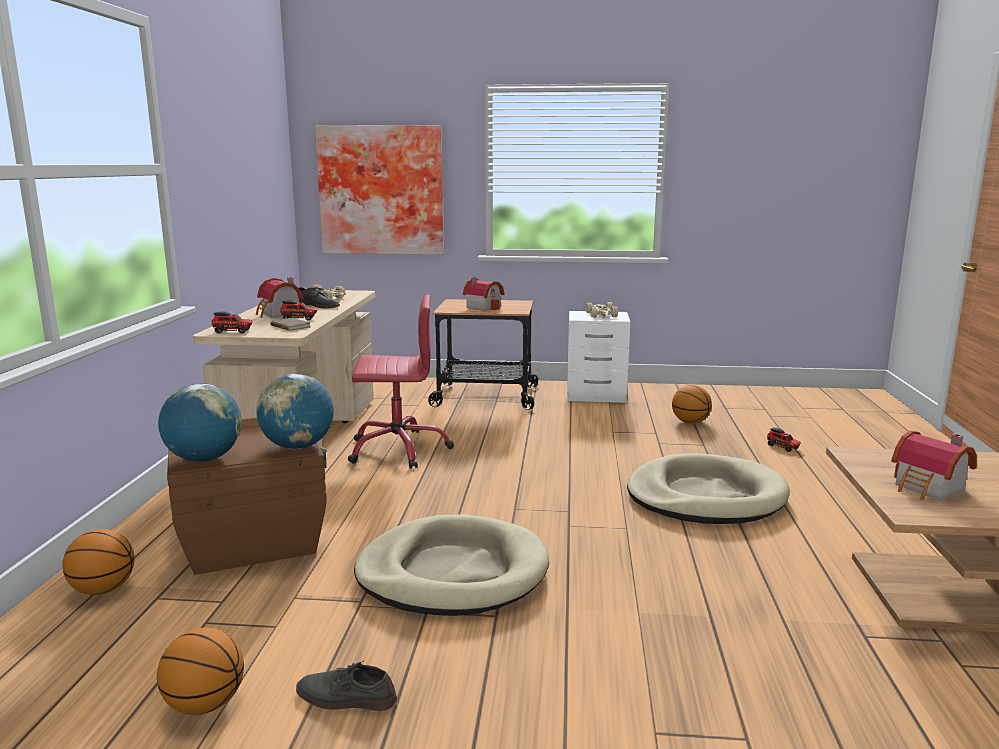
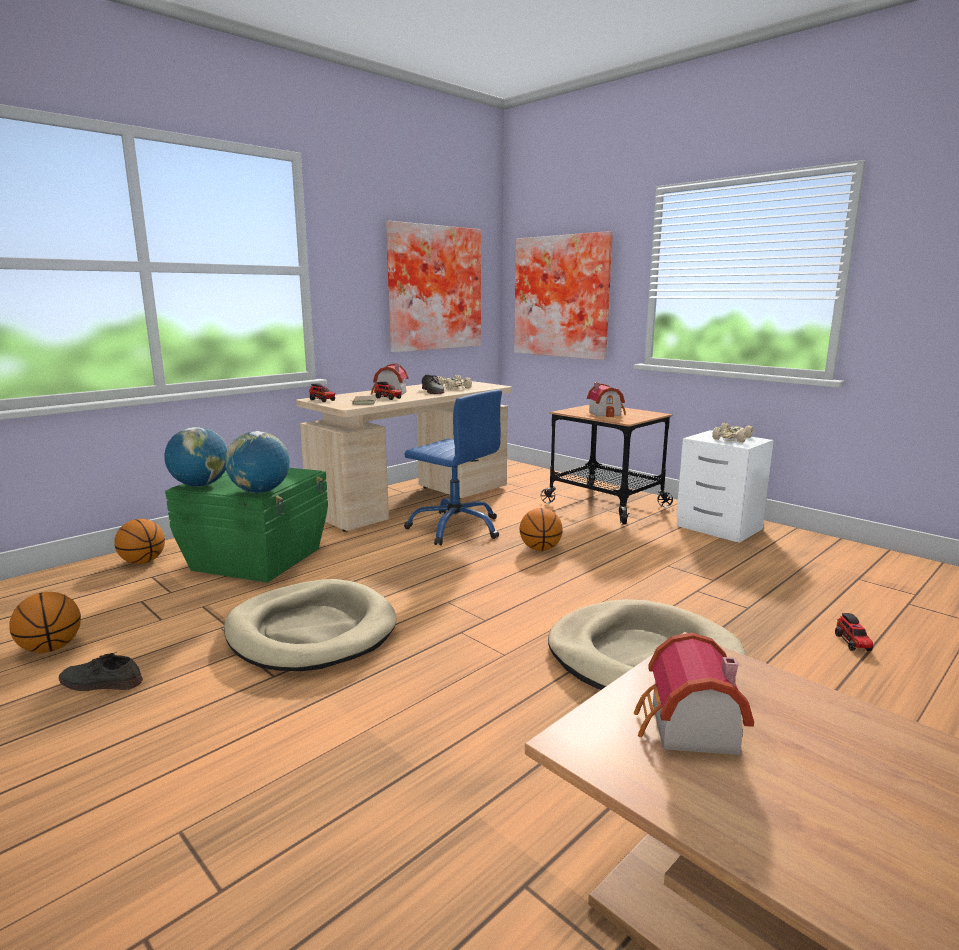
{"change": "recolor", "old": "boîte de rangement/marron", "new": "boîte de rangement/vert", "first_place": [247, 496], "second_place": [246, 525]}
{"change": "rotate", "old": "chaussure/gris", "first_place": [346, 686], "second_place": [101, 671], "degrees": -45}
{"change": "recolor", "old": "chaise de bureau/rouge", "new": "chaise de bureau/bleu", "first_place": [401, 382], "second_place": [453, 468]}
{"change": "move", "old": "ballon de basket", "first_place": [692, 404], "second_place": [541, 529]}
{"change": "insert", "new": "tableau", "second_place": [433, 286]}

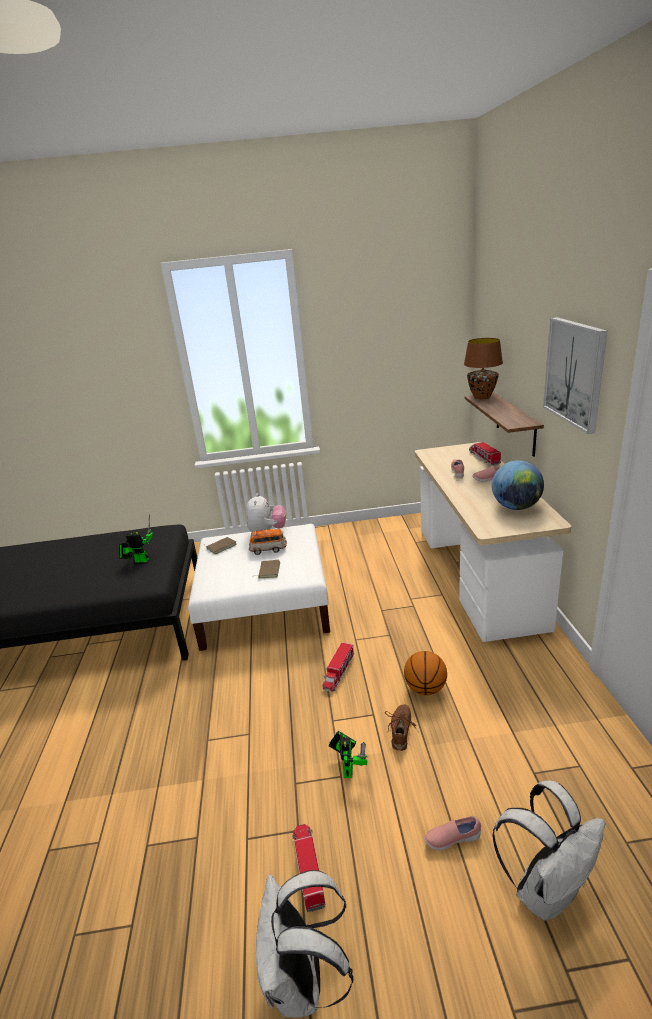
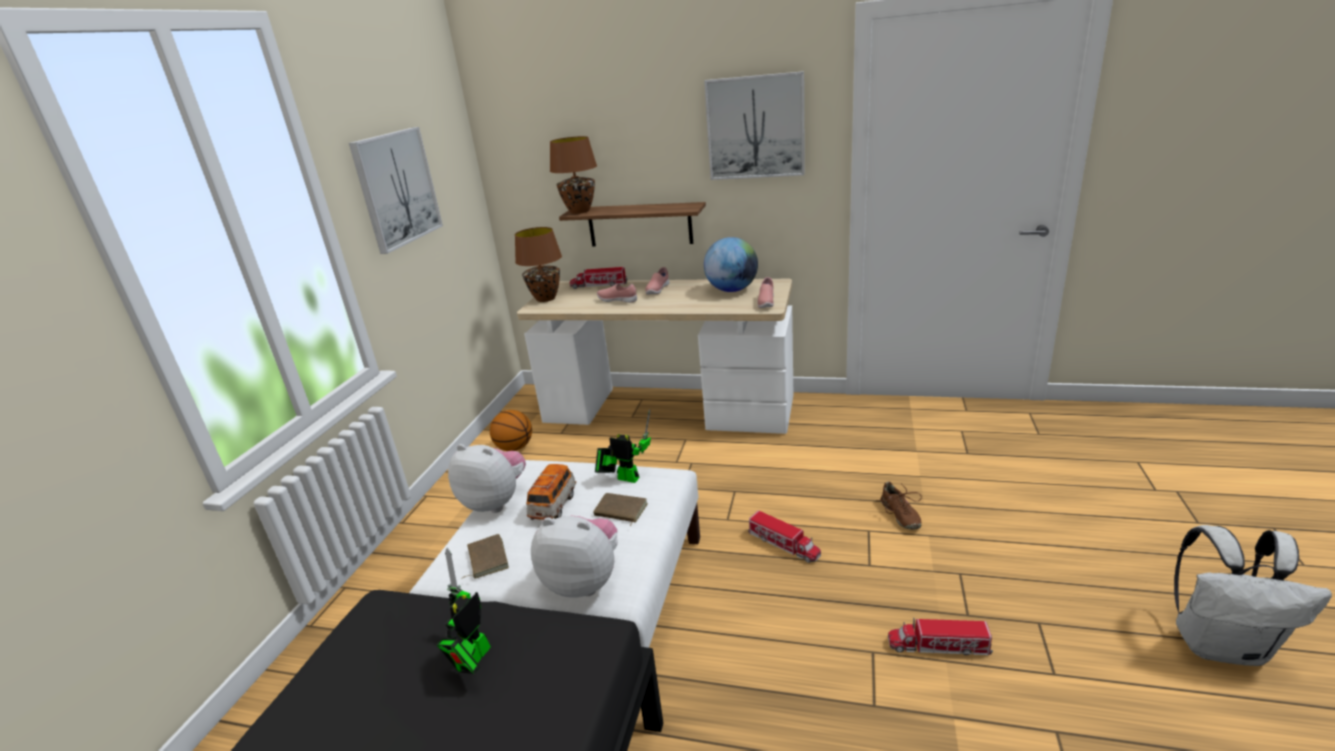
{"change": "move", "old": "camion jouet", "first_place": [308, 868], "second_place": [940, 636]}
{"change": "move", "old": "robot jouet", "first_place": [348, 754], "second_place": [623, 446]}
{"change": "rotate", "old": "chaussure/marron", "first_place": [401, 727], "second_place": [899, 505], "degrees": -135}
{"change": "move", "old": "ballon de basket", "first_place": [425, 673], "second_place": [511, 430]}
{"change": "move", "old": "chaussure/rose", "first_place": [452, 833], "second_place": [766, 292]}
{"change": "delete", "old": "sac à dos/blanc", "first_place": [549, 850]}
{"change": "insert", "new": "tableau", "second_place": [396, 190]}
{"change": "insert", "new": "lampe de table/marron", "second_place": [538, 264]}
{"change": "insert", "new": "peluche", "second_place": [574, 557]}

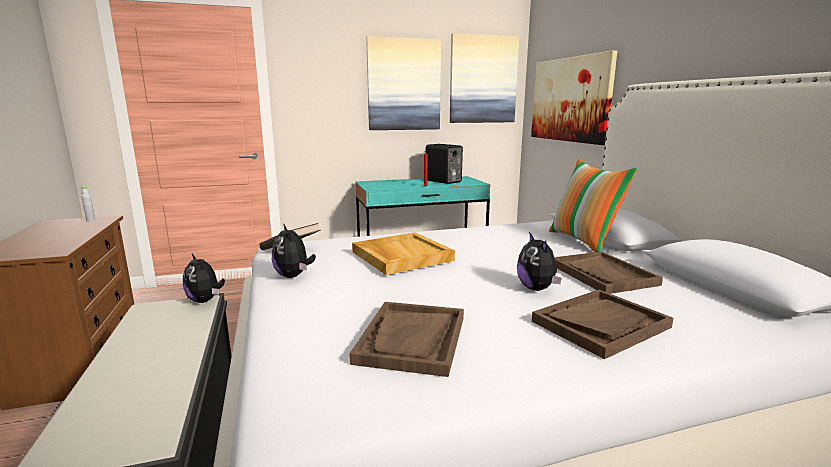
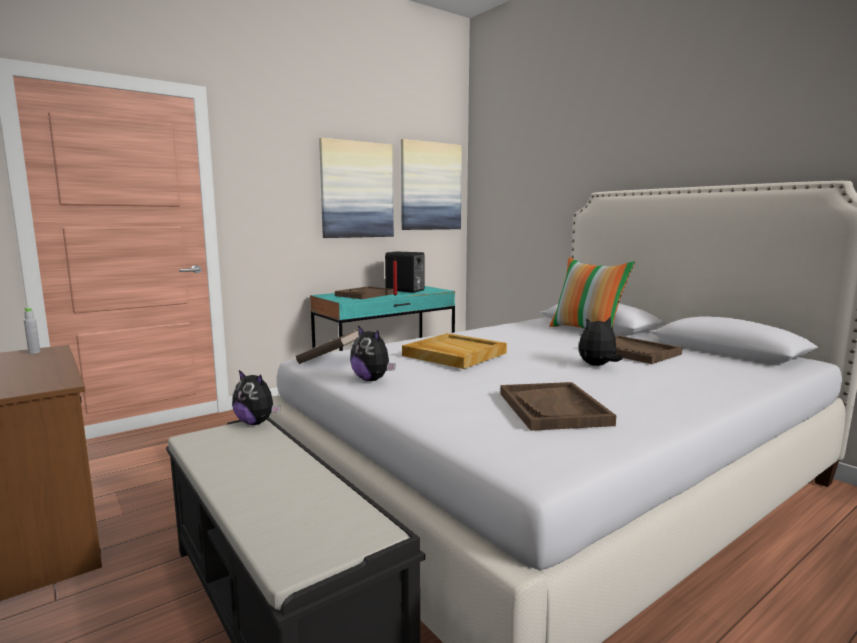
{"change": "rotate", "old": "peluche", "first_place": [539, 261], "second_place": [601, 341], "degrees": 105}
{"change": "delete", "old": "tableau", "first_place": [574, 97]}
{"change": "move", "old": "plateau/marron", "first_place": [602, 324], "second_place": [364, 292]}

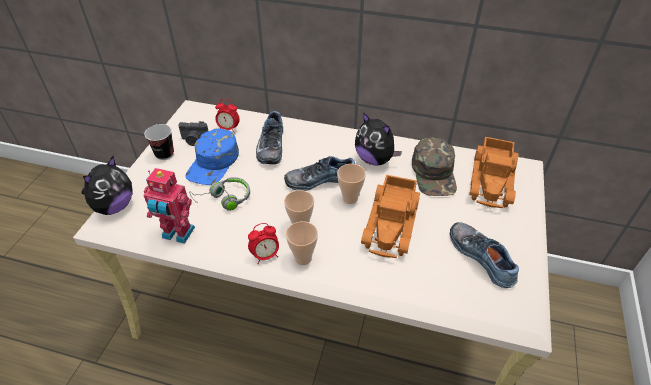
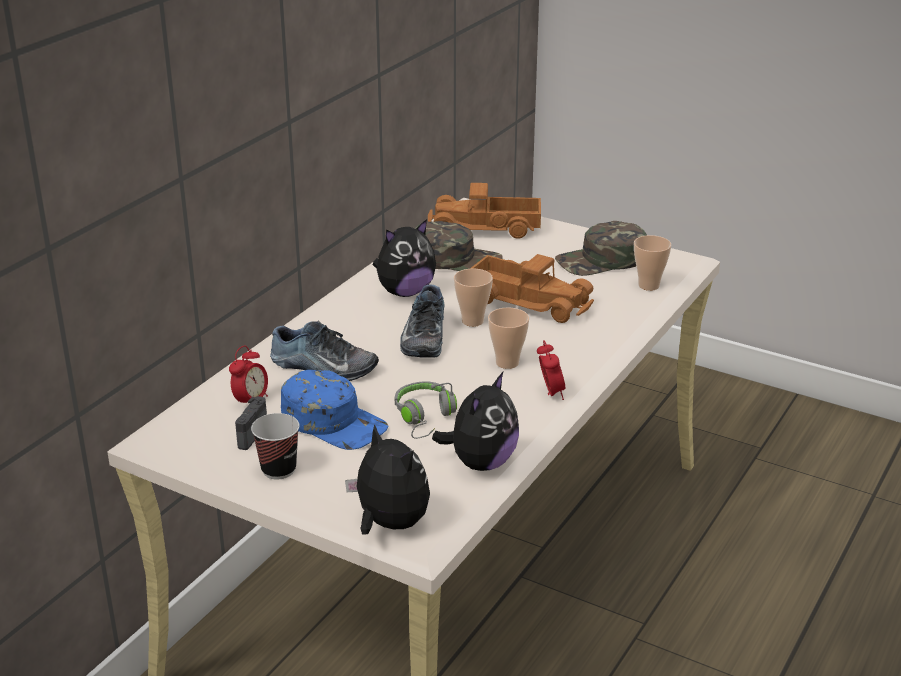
{"change": "replace", "old": "robot jouet", "new": "peluche", "first_place": [169, 206], "second_place": [475, 421]}
{"change": "move", "old": "tasse", "first_place": [302, 243], "second_place": [652, 263]}
{"change": "replace", "old": "chaussure", "new": "casquette/vert", "first_place": [484, 255], "second_place": [601, 248]}
{"change": "rotate", "old": "camion jouet", "first_place": [494, 172], "second_place": [484, 211], "degrees": 150}

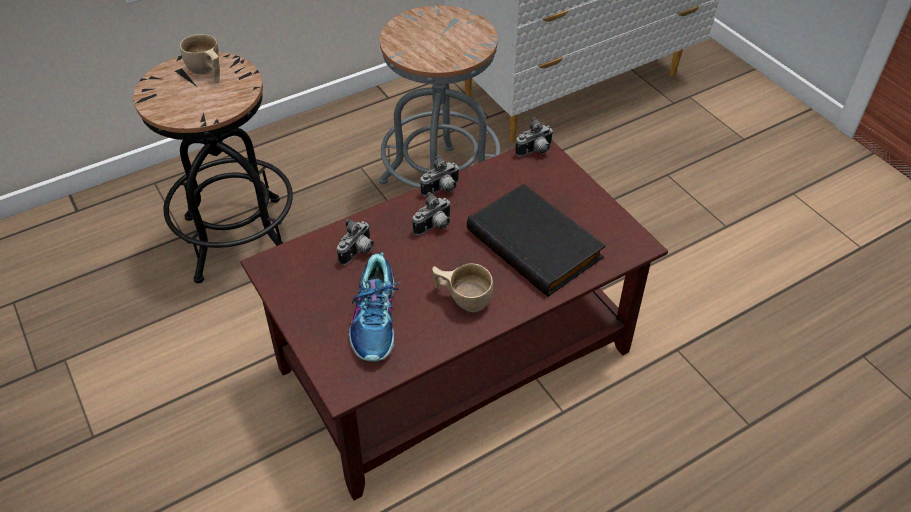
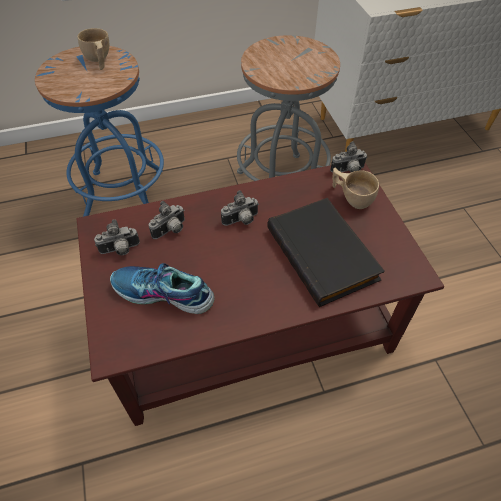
{"change": "recolor", "old": "tabouret/noir", "new": "tabouret/bleu", "first_place": [213, 167], "second_place": [99, 131]}
{"change": "rotate", "old": "chaussure", "first_place": [374, 306], "second_place": [162, 288], "degrees": 90}
{"change": "move", "old": "appareil photo", "first_place": [440, 175], "second_place": [117, 237]}
{"change": "move", "old": "tasse/beige", "first_place": [462, 287], "second_place": [355, 188]}

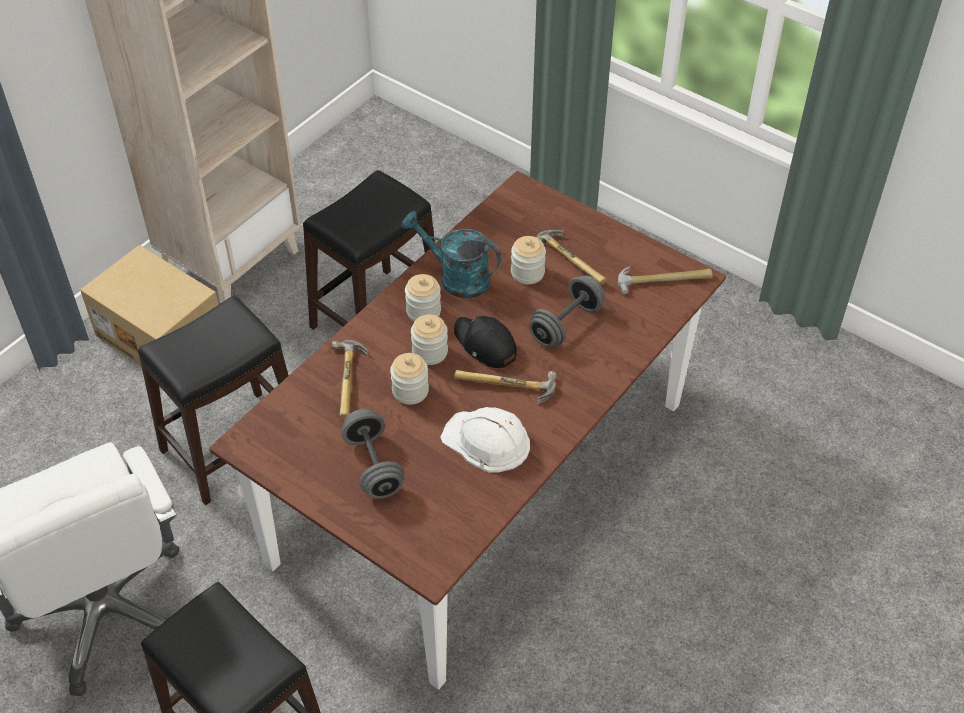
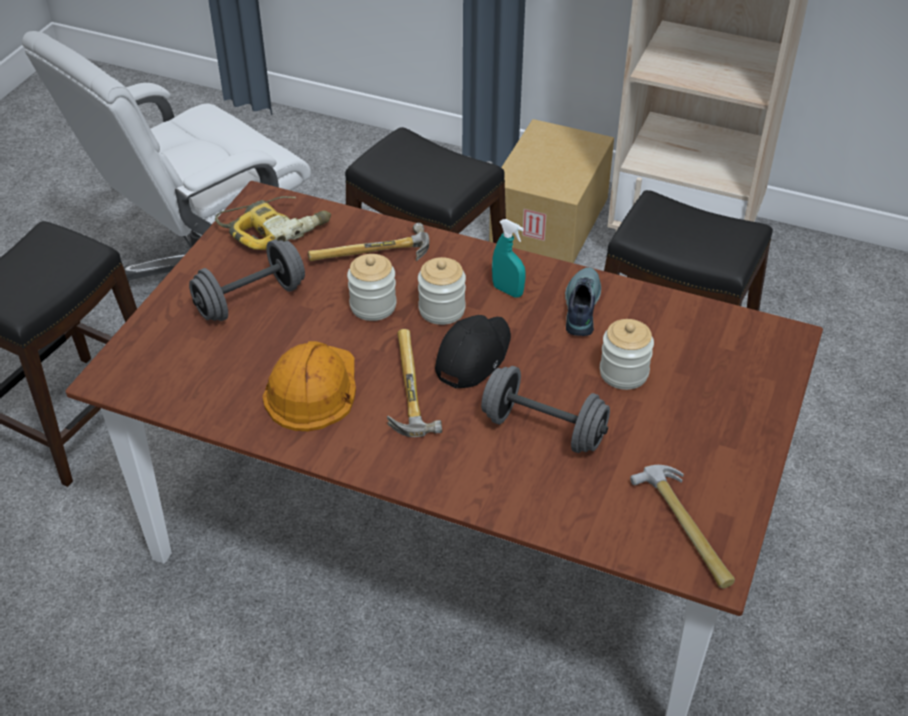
{"change": "replace", "old": "arrosoir/turquoise", "new": "chaussure", "first_place": [451, 254], "second_place": [583, 301]}
{"change": "replace", "old": "bocal", "new": "vaporisateur/turquoise", "first_place": [423, 297], "second_place": [508, 258]}
{"change": "recolor", "old": "casque de chantier/blanc", "new": "casque de chantier/orange", "first_place": [485, 440], "second_place": [309, 386]}
{"change": "delete", "old": "marteau", "first_place": [571, 257]}
{"change": "insert", "new": "perceuse", "second_place": [273, 223]}

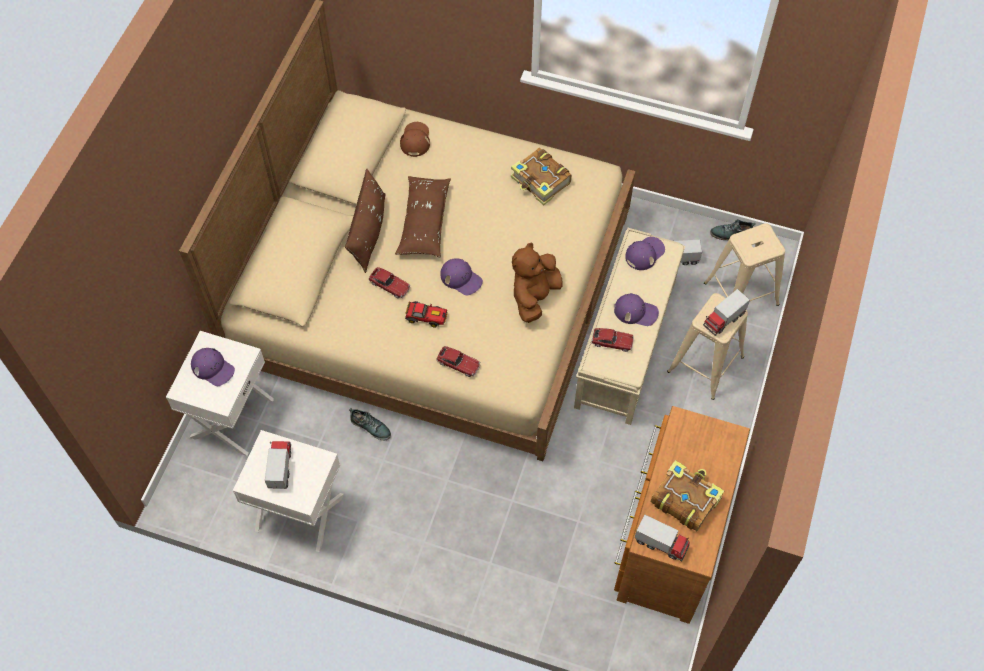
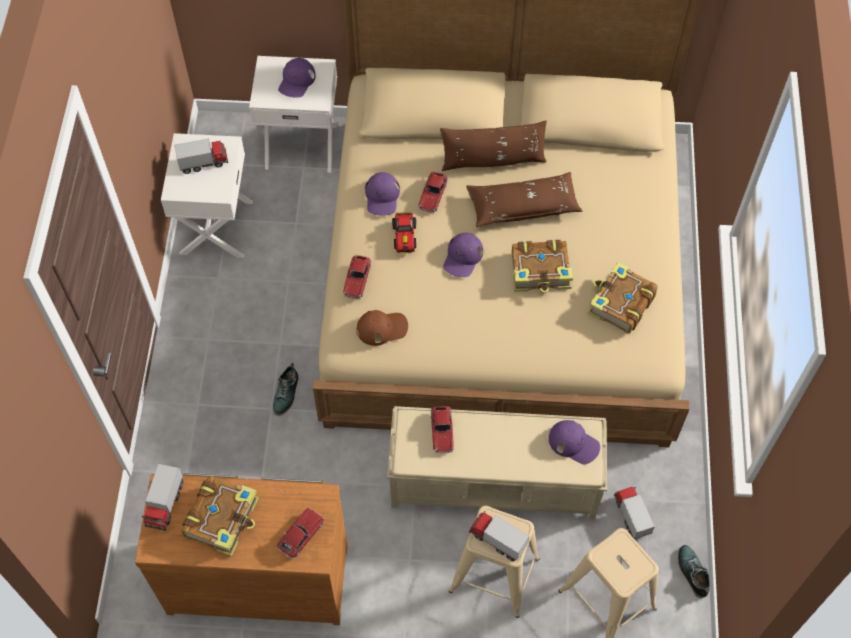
{"change": "move", "old": "chaussure", "first_place": [370, 424], "second_place": [285, 389]}
{"change": "move", "old": "casquette/marron", "first_place": [415, 139], "second_place": [382, 328]}
{"change": "delete", "old": "peluche/marron", "first_place": [537, 283]}
{"change": "move", "old": "casquette/violet", "first_place": [636, 309], "second_place": [382, 193]}
{"change": "insert", "new": "petite voiture", "second_place": [300, 533]}
{"change": "insert", "new": "livre", "second_place": [542, 266]}

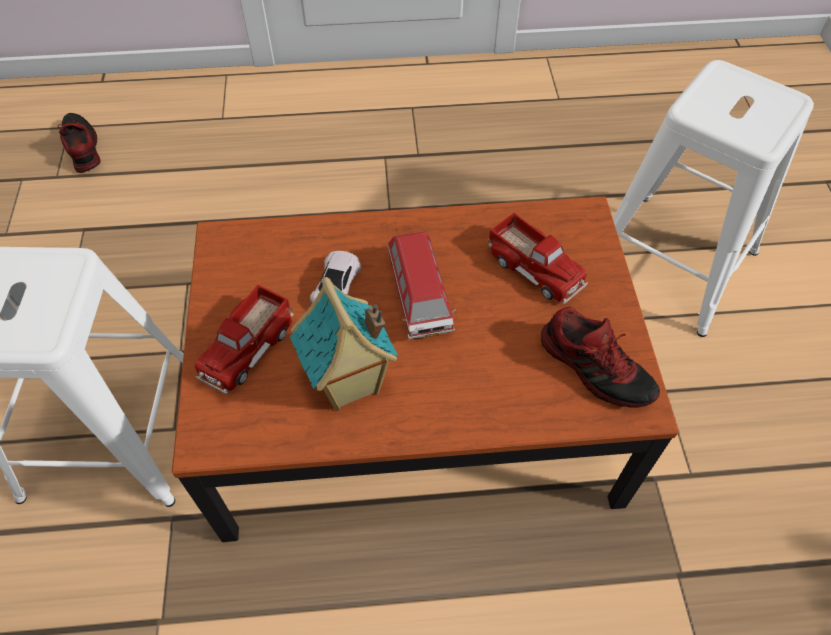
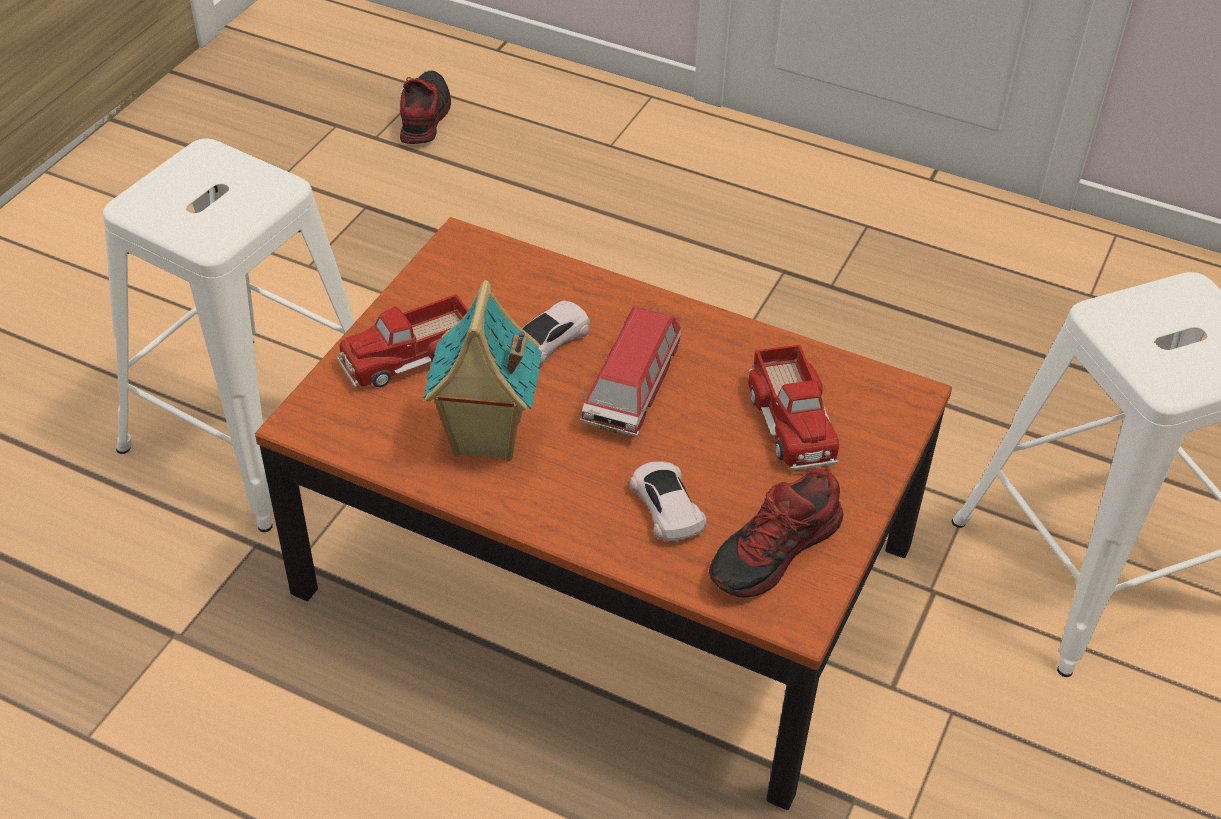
{"change": "rotate", "old": "chaussure", "first_place": [600, 357], "second_place": [776, 533], "degrees": 60}
{"change": "insert", "new": "petite voiture/blanc", "second_place": [668, 501]}

